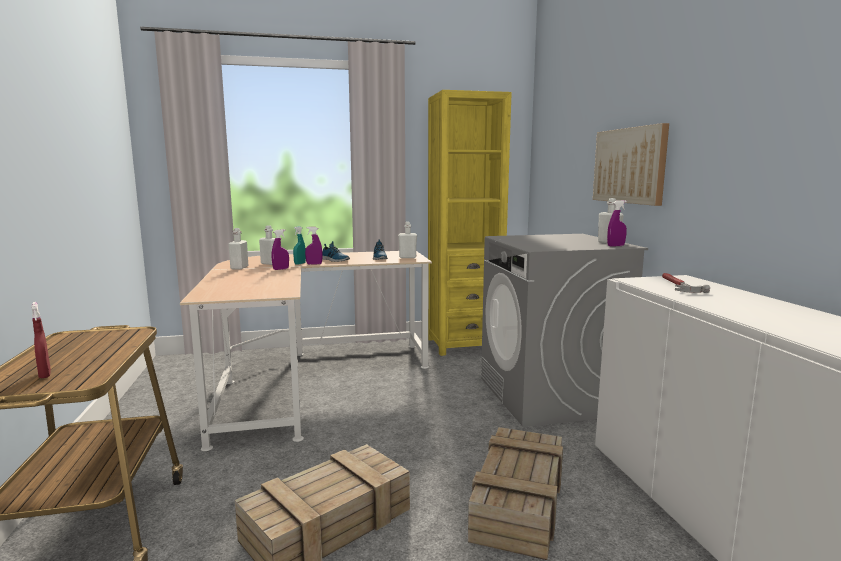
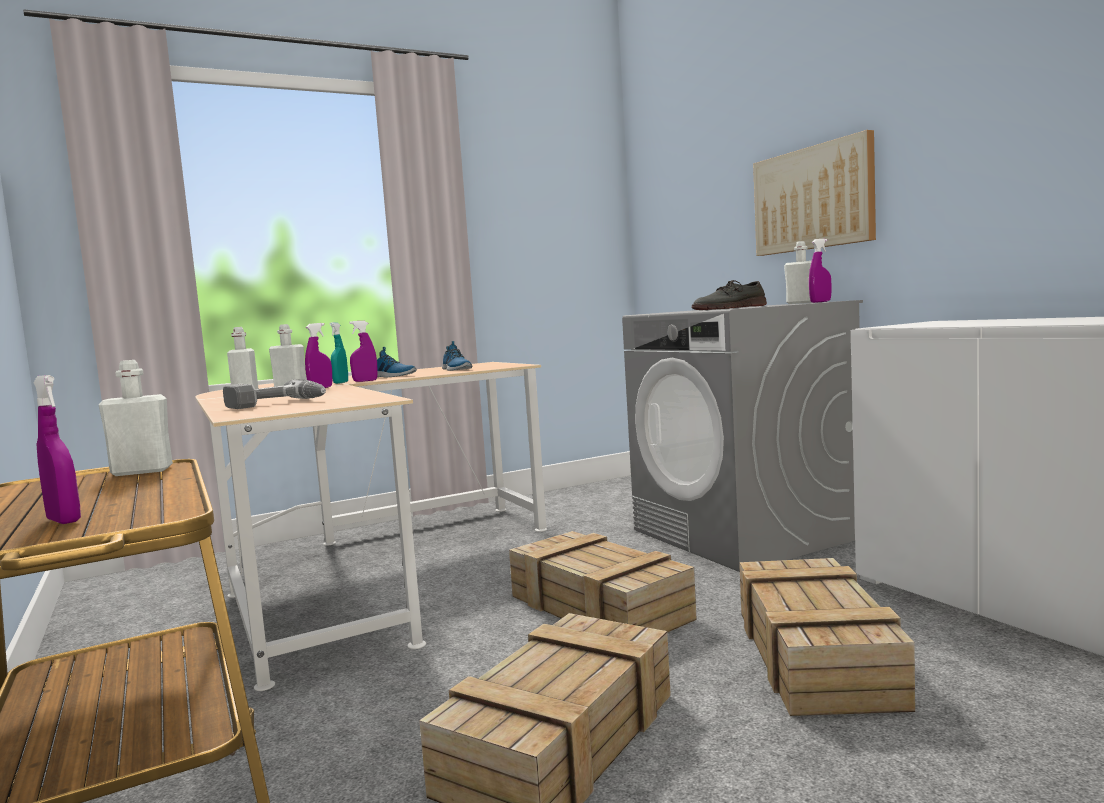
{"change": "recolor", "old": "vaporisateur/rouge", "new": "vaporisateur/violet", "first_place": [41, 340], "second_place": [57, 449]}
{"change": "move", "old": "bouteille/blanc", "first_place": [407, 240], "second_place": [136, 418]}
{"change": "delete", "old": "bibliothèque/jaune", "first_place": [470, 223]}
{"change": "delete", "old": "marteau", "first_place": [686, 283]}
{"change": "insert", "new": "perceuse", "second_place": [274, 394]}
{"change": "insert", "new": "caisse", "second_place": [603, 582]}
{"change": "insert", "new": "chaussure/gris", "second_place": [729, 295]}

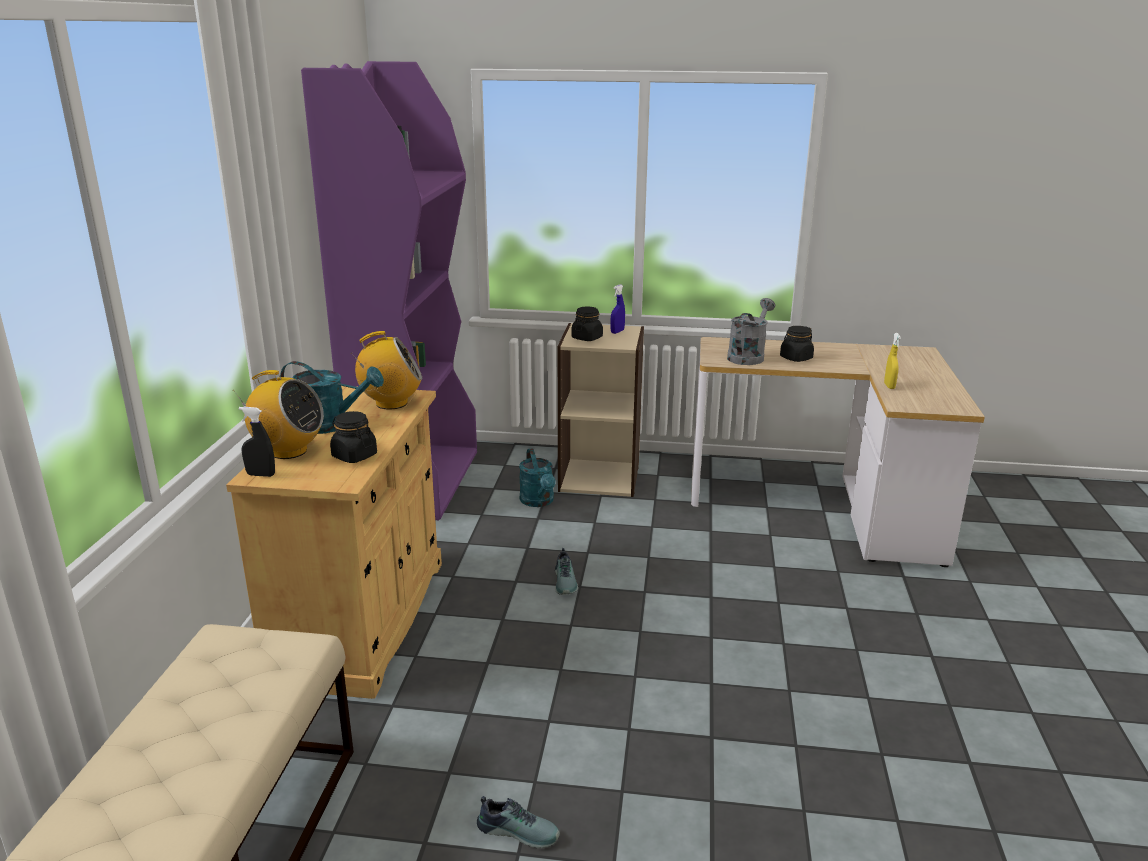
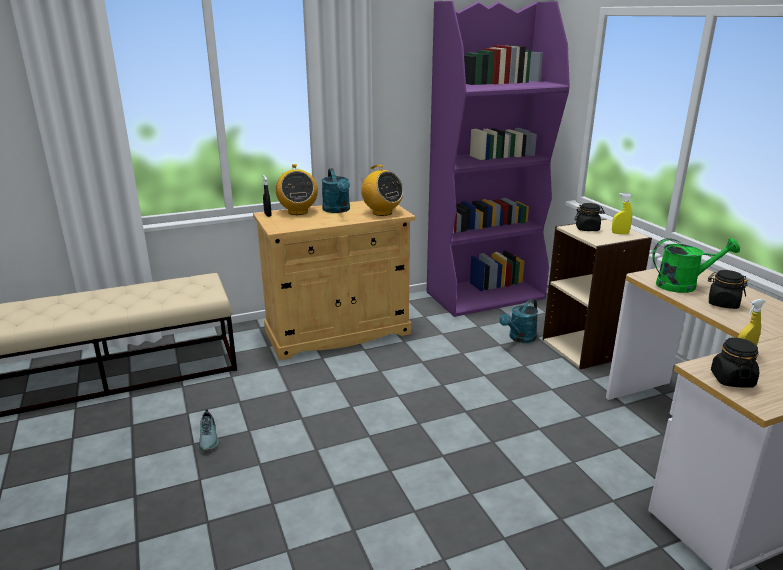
{"change": "move", "old": "bocal/noir", "first_place": [353, 437], "second_place": [735, 363]}
{"change": "delete", "old": "chaussure", "first_place": [566, 571]}
{"change": "recolor", "old": "vaporisateur/bleu", "new": "vaporisateur/jaune", "first_place": [617, 309], "second_place": [622, 213]}
{"change": "recolor", "old": "arrosoir/gris", "new": "arrosoir/vert", "first_place": [751, 331], "second_place": [696, 265]}

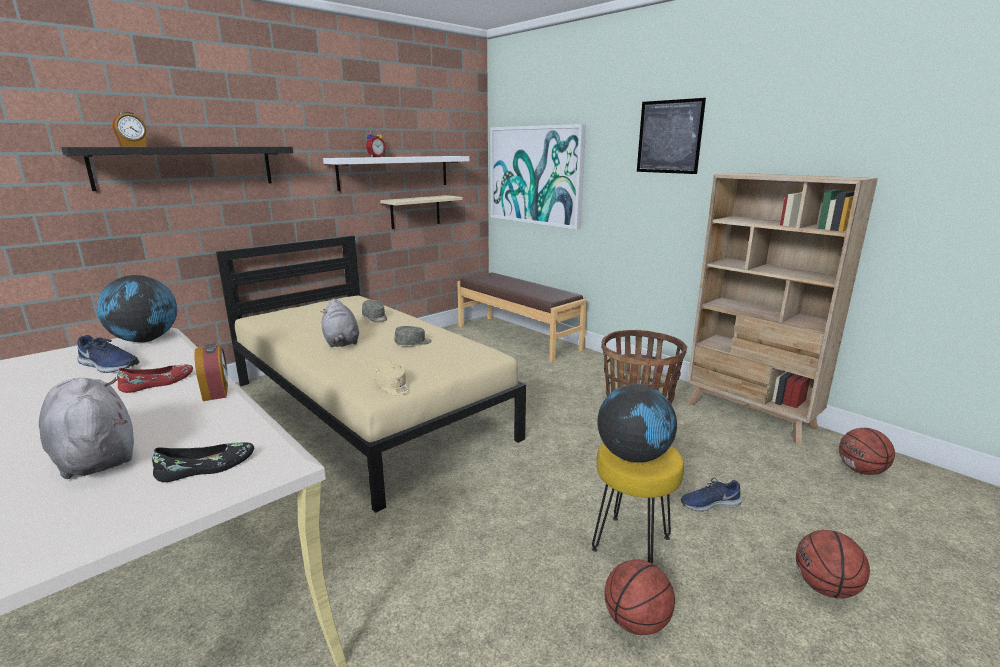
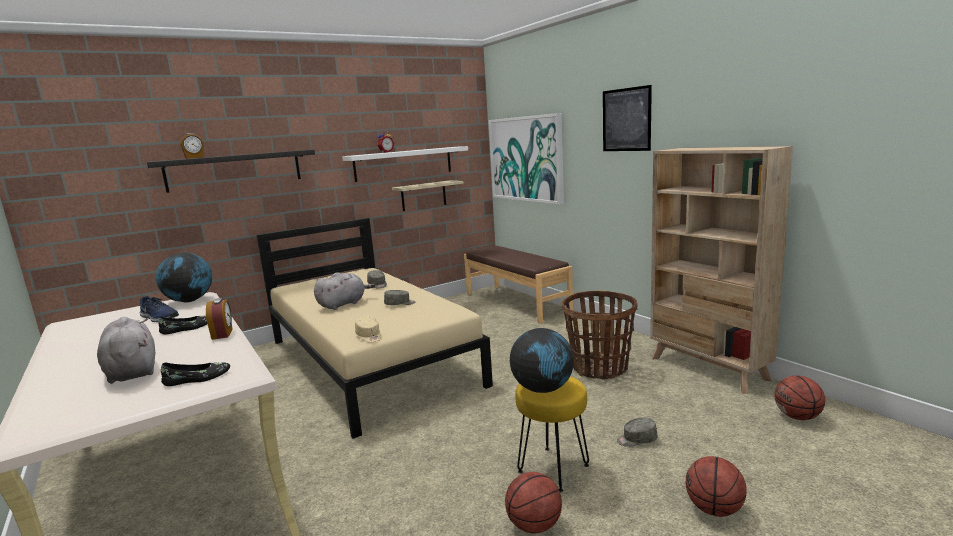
{"change": "recolor", "old": "chaussure/rouge", "new": "chaussure/noir", "first_place": [155, 379], "second_place": [183, 325]}
{"change": "rotate", "old": "peluche/gris", "first_place": [340, 322], "second_place": [344, 291], "degrees": -120}
{"change": "replace", "old": "chaussure/bleu", "new": "casquette/gris", "first_place": [711, 495], "second_place": [637, 432]}

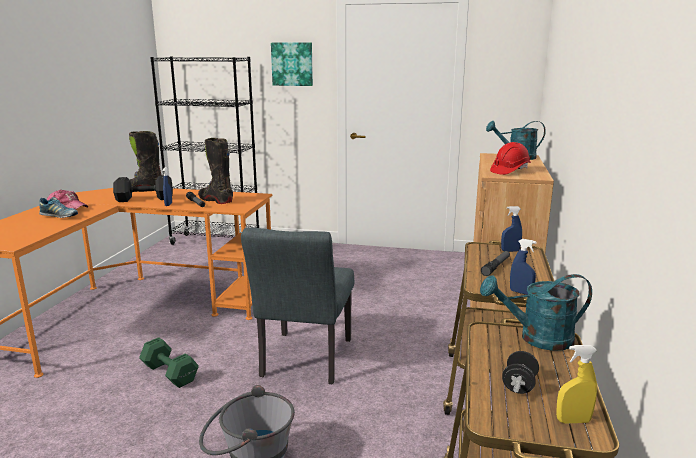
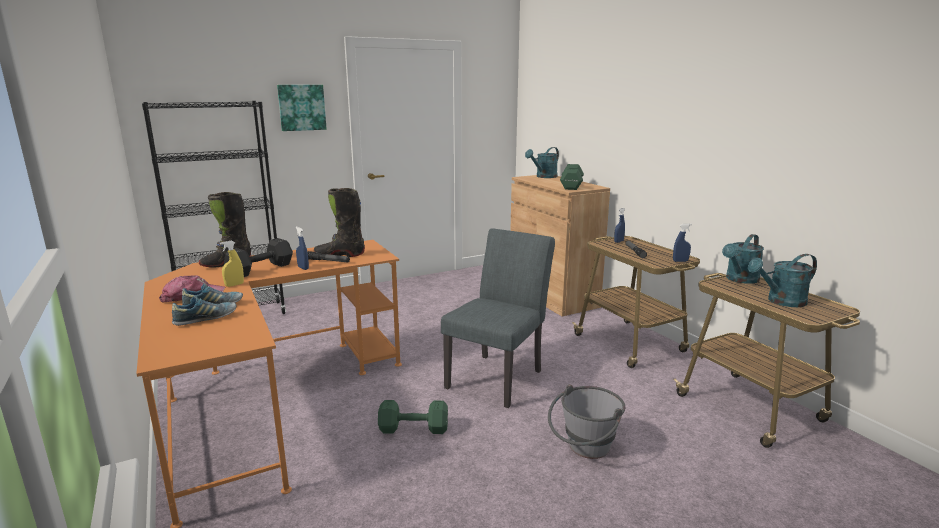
{"change": "rotate", "old": "chaise/gris", "first_place": [297, 305], "second_place": [498, 318], "degrees": -120}
{"change": "replace", "old": "casque de chantier/rouge", "new": "haltère/vert", "first_place": [510, 158], "second_place": [572, 177]}
{"change": "replace", "old": "haltère/noir", "new": "arrosoir/turquoise", "first_place": [520, 372], "second_place": [782, 280]}
{"change": "move", "old": "vaporisateur/jaune", "first_place": [576, 384], "second_place": [232, 264]}
{"change": "insert", "new": "chaussure", "second_place": [204, 311]}

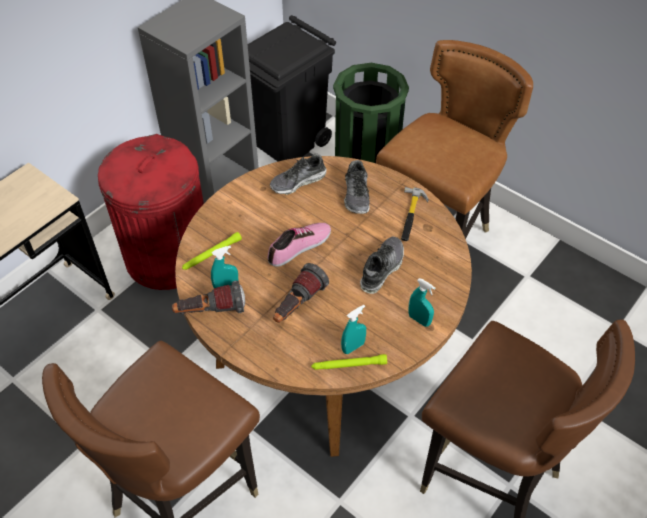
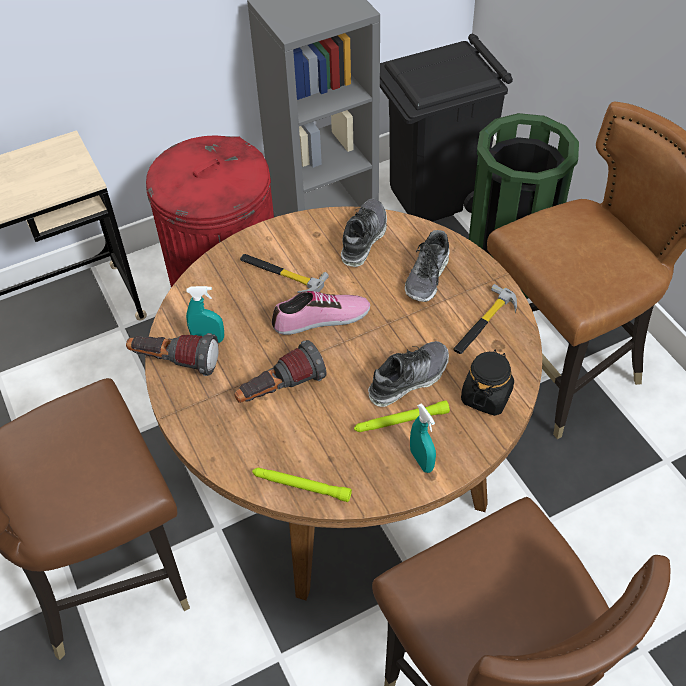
{"change": "move", "old": "lampe de poche/vert", "first_place": [212, 251], "second_place": [402, 416]}
{"change": "rotate", "old": "chaussure", "first_place": [298, 174], "second_place": [364, 233], "degrees": 120}
{"change": "delete", "old": "vaporisateur/turquoise", "first_place": [353, 329]}
{"change": "insert", "new": "marteau", "second_place": [284, 273]}
{"change": "insert", "new": "bocal/noir", "second_place": [487, 383]}

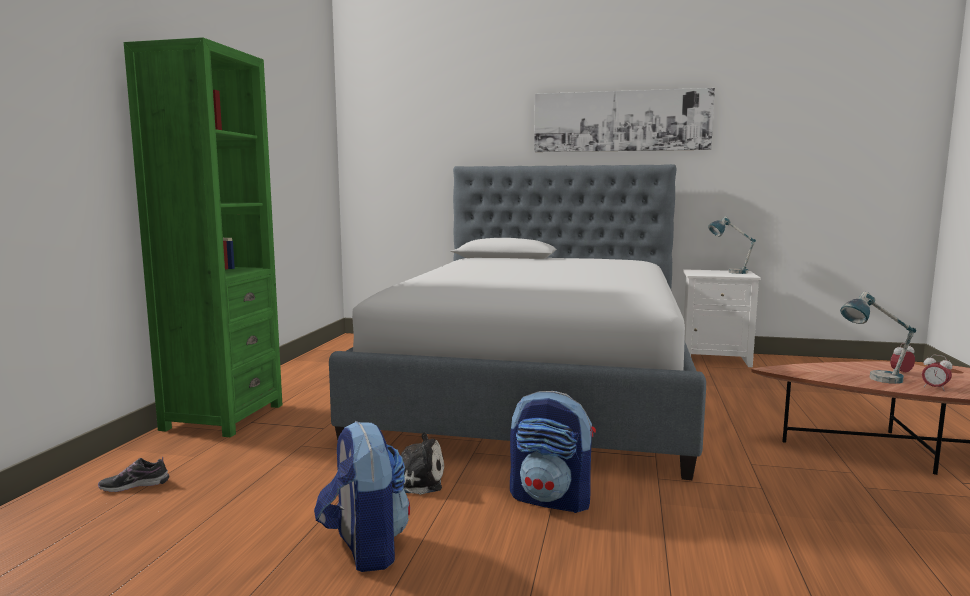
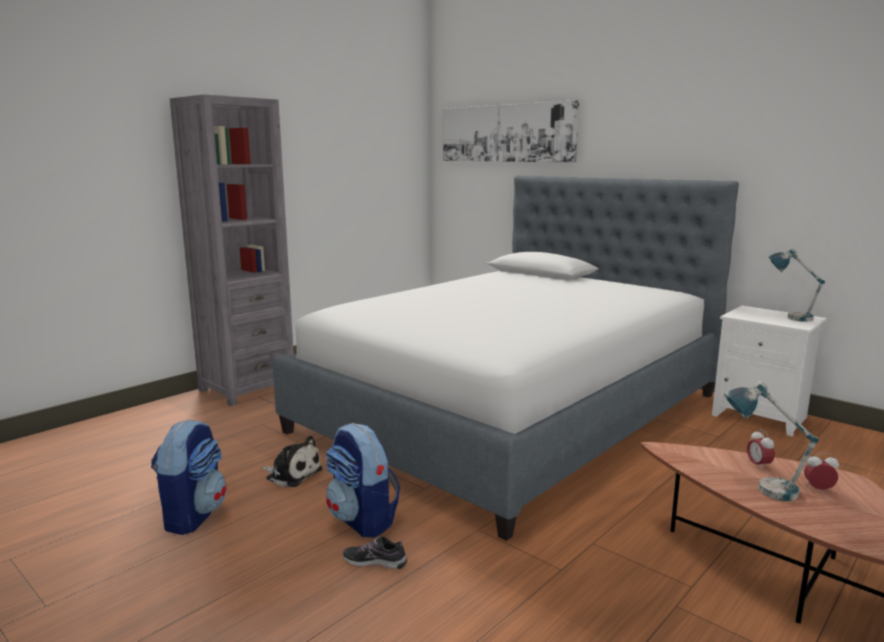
{"change": "move", "old": "chaussure", "first_place": [133, 474], "second_place": [374, 552]}
{"change": "recolor", "old": "bibliothèque/vert", "new": "bibliothèque/gris", "first_place": [203, 237], "second_place": [232, 250]}
{"change": "move", "old": "tableau", "first_place": [624, 120], "second_place": [511, 131]}
{"change": "move", "old": "réveil", "first_place": [937, 373], "second_place": [761, 450]}

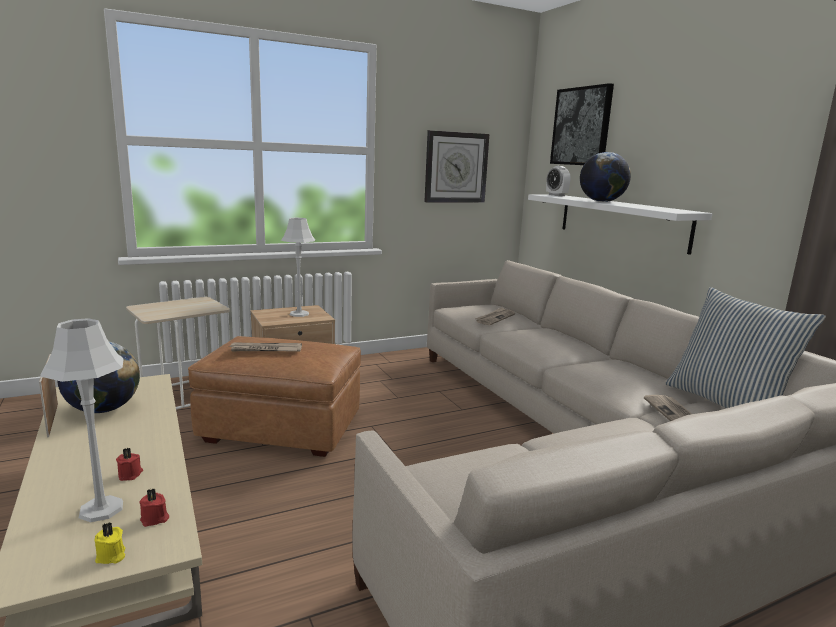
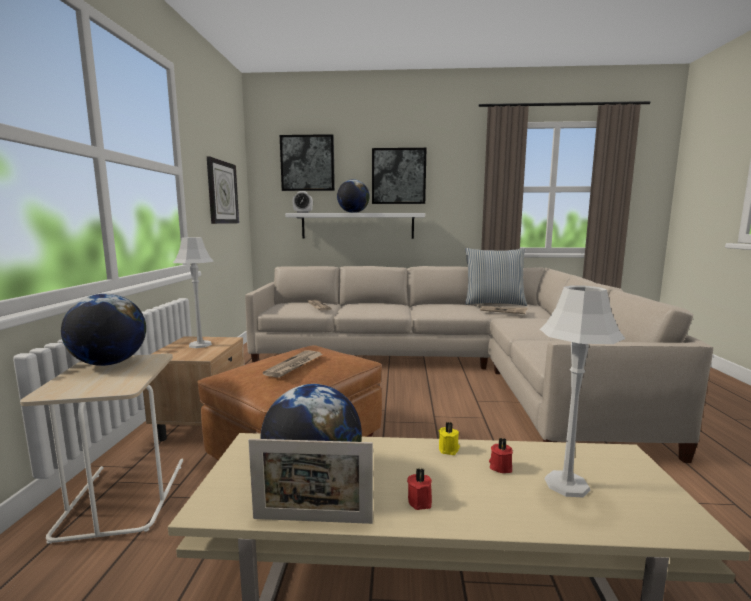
{"change": "move", "old": "bougie/jaune", "first_place": [110, 543], "second_place": [449, 438]}
{"change": "move", "old": "bougie/rouge", "first_place": [154, 507], "second_place": [419, 489]}
{"change": "insert", "new": "globe", "second_place": [103, 330]}
{"change": "insert", "new": "tableau", "second_place": [399, 176]}

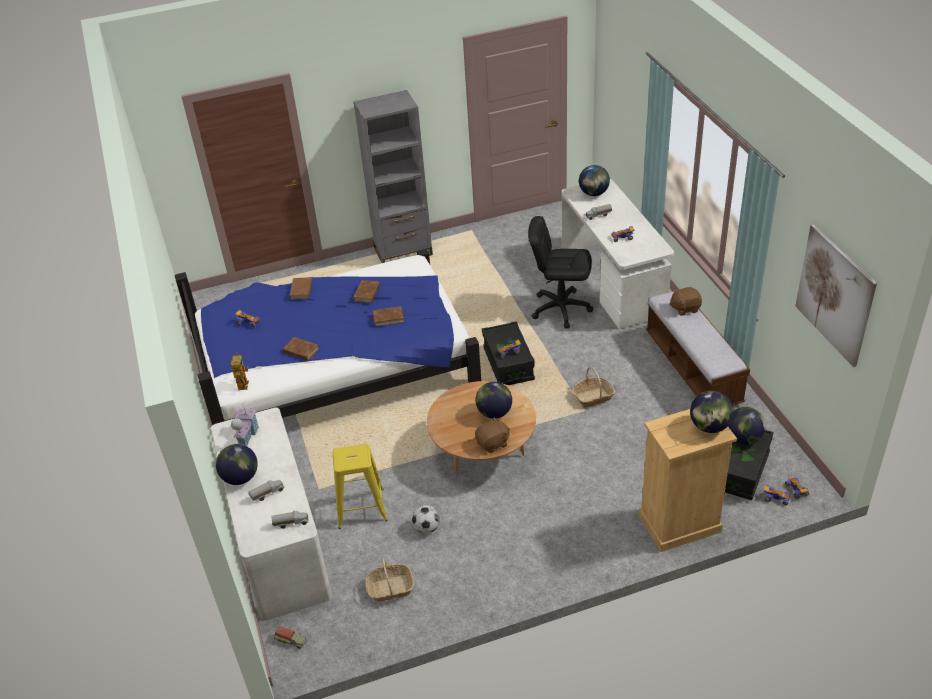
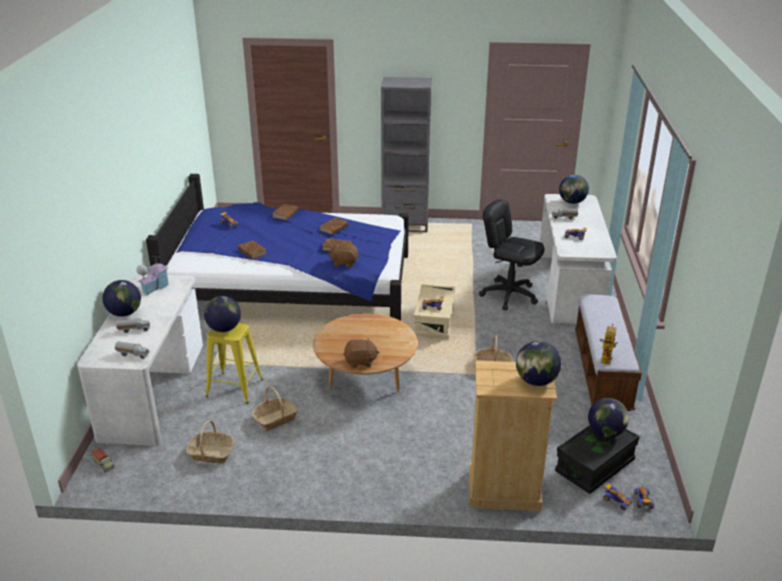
{"change": "move", "old": "robot jouet", "first_place": [240, 371], "second_place": [609, 344]}
{"change": "replace", "old": "ballon de foot", "new": "panier", "first_place": [426, 519], "second_place": [275, 408]}
{"change": "move", "old": "globe", "first_place": [493, 400], "second_place": [222, 314]}
{"change": "recolor", "old": "boîte de rangement/noir", "new": "boîte de rangement/beige", "first_place": [508, 353], "second_place": [434, 311]}
{"change": "move", "old": "peluche/marron", "first_place": [685, 301], "second_place": [343, 255]}
{"change": "delete", "old": "tableau", "first_place": [836, 295]}

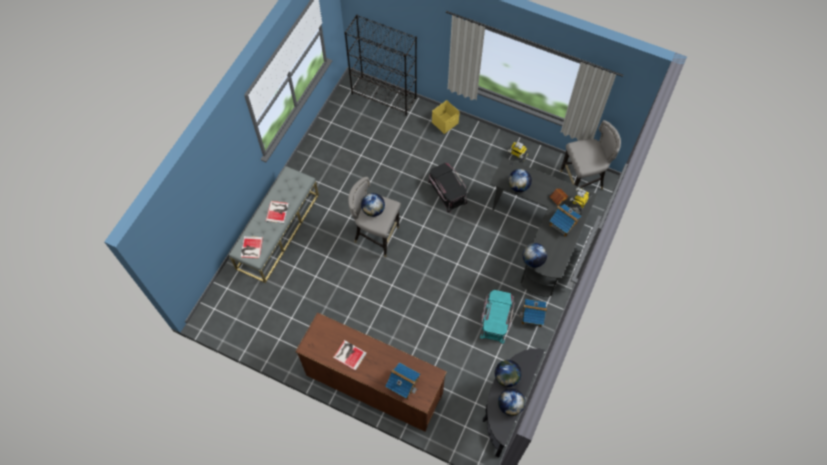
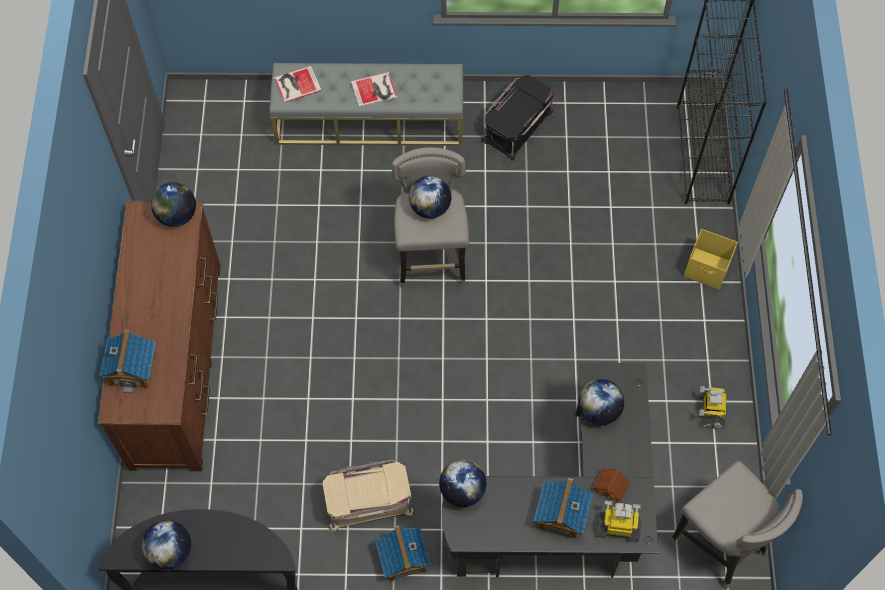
{"change": "delete", "old": "livre", "first_place": [350, 355]}
{"change": "move", "old": "boîte de rangement/noir", "first_place": [447, 188], "second_place": [517, 118]}
{"change": "recolor", "old": "boîte de rangement/turquoise", "new": "boîte de rangement/beige", "first_place": [497, 317], "second_place": [368, 496]}
{"change": "move", "old": "globe", "first_place": [508, 373], "second_place": [173, 204]}

